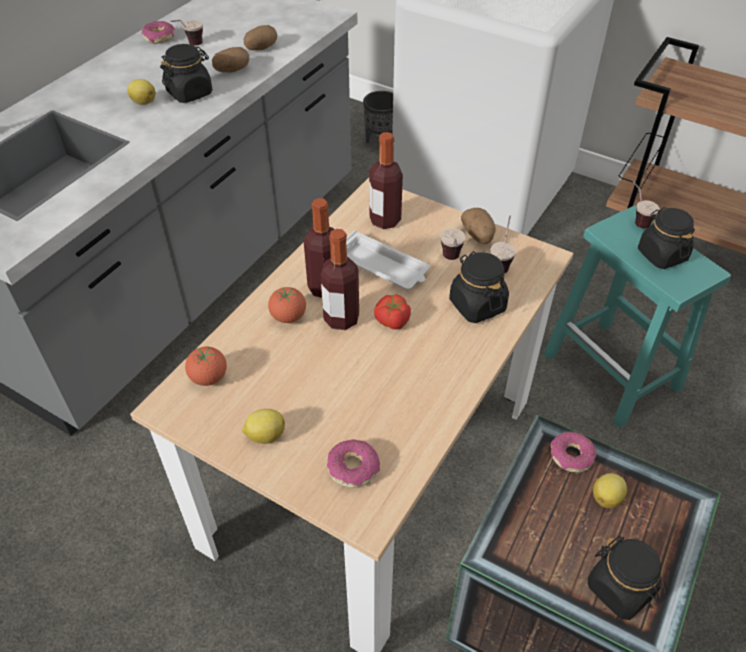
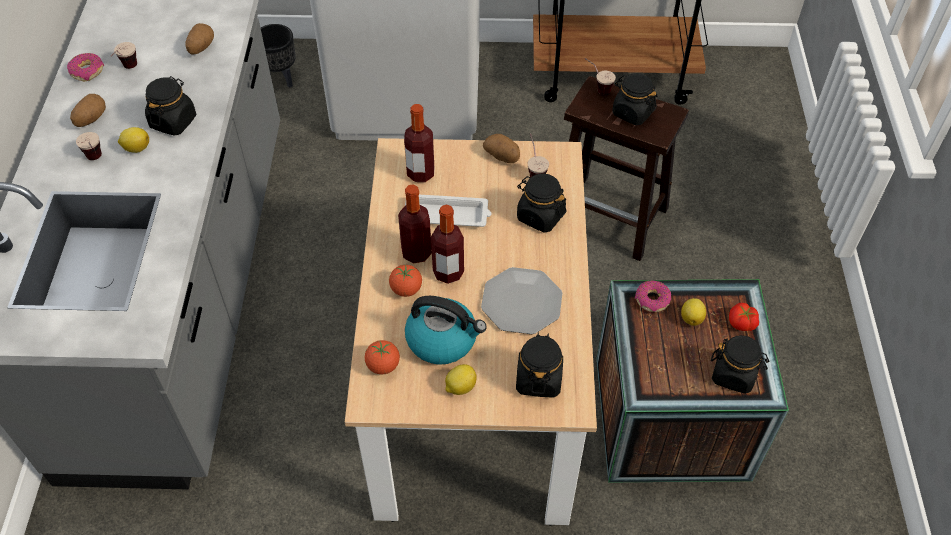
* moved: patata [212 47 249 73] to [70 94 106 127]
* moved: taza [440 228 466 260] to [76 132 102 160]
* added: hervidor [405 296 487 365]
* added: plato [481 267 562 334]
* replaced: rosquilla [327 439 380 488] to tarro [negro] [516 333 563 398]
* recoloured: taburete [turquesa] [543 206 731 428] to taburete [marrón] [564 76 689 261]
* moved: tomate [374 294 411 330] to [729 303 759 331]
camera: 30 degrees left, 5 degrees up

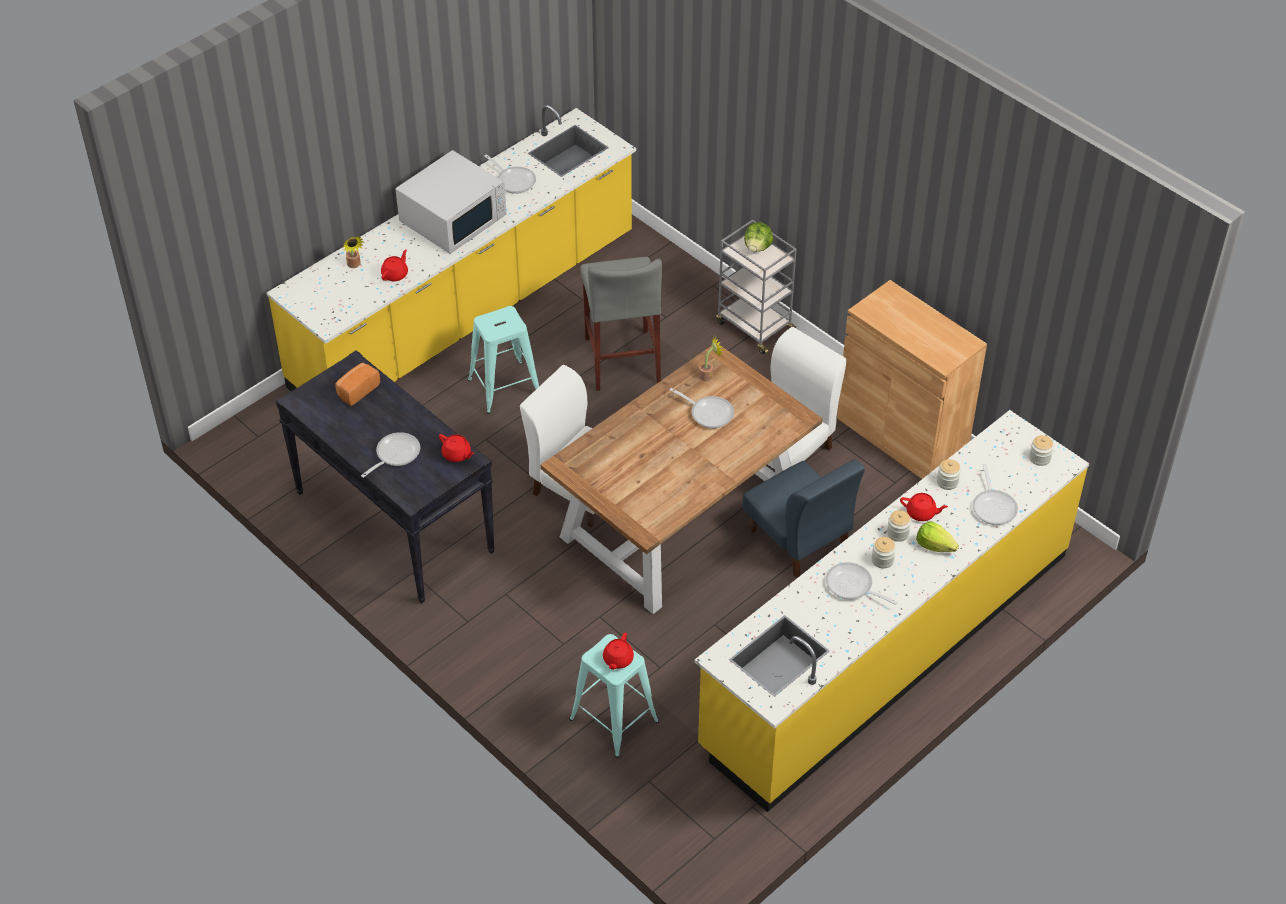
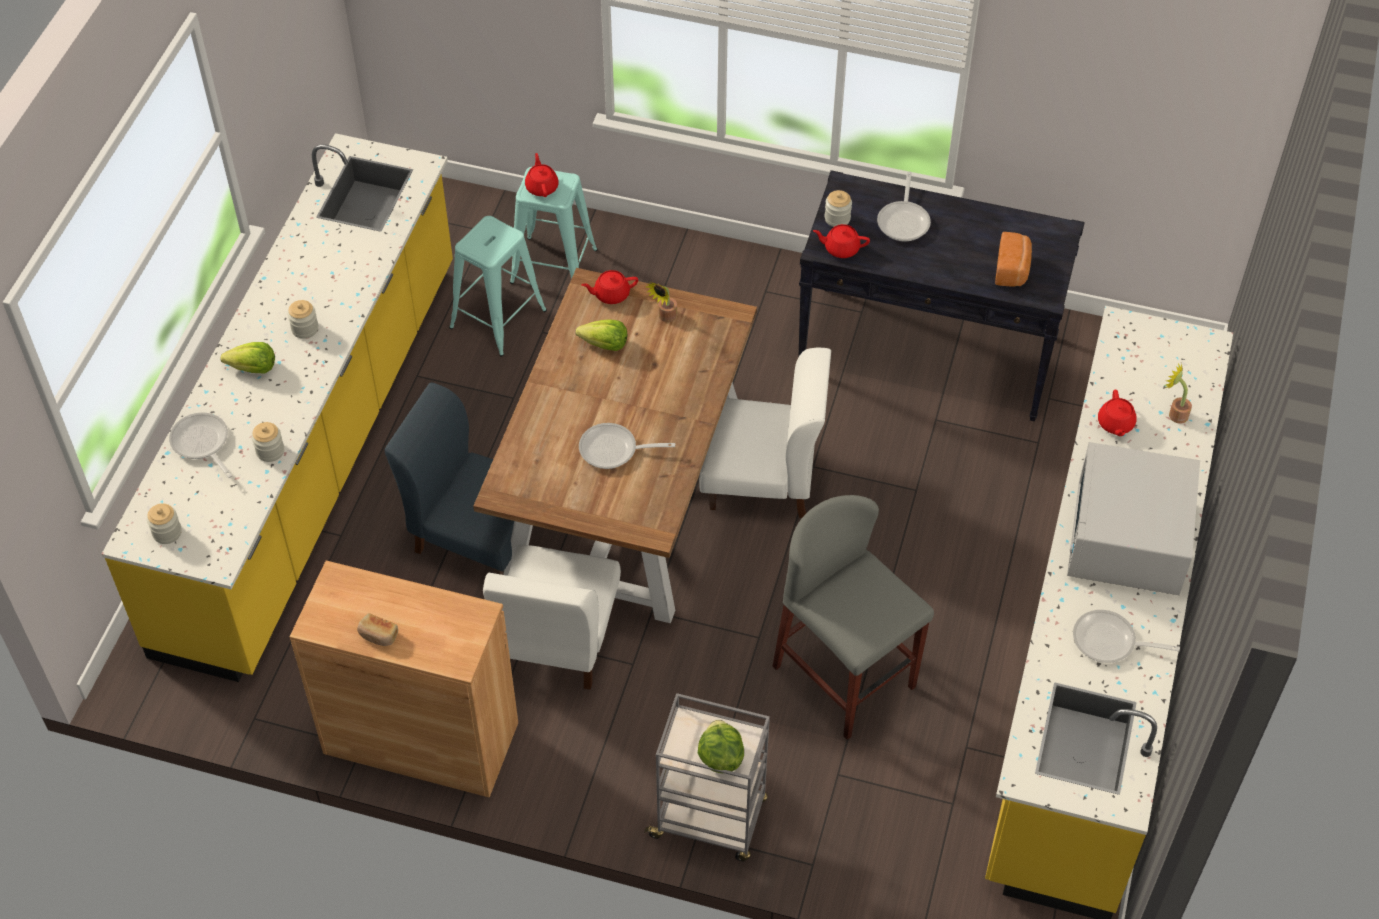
* added: pan [357 613 398 646]
* moved: taburete [turquesa] [468 306 539 414] to [449 216 547 357]
* added: lechuga [575 319 628 351]
* moved: tetera [rojo] [900 493 948 521] to [582 270 638 304]
* moved: planta en maceta [699 337 723 381] to [646 282 677 322]
* moved: tarro [887 510 911 542] to [825 190 852 227]
* removed: sartén [826 562 898 605]
camera: 150 degrees right, 5 degrees up

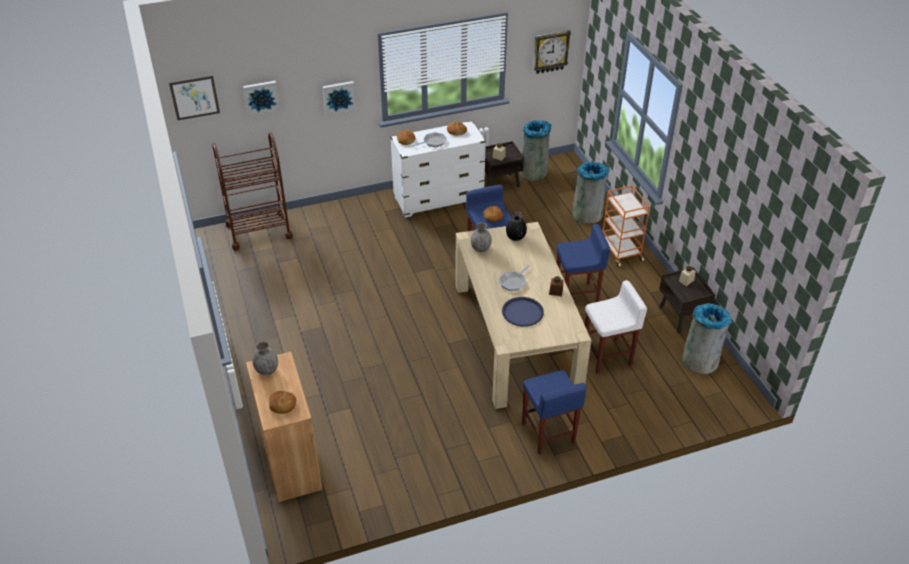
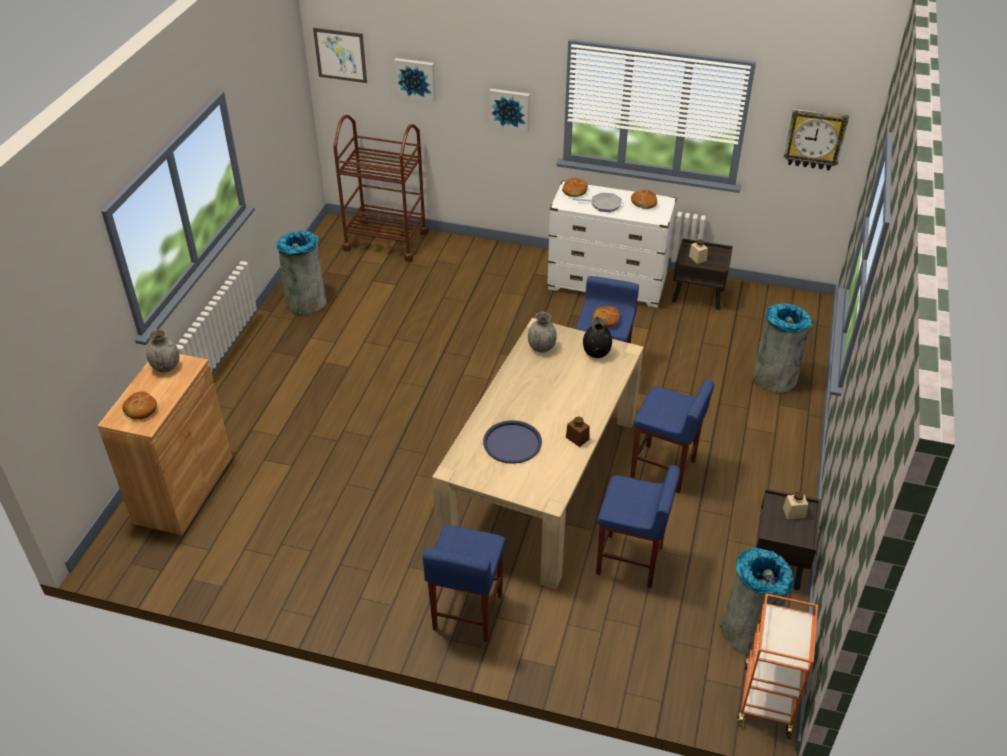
* moved: papelera [gris] [520 120 552 181] to [276 231 326 315]
* recoloured: taburete [blanco] [585 280 647 374] to taburete [azul] [596 465 680 588]
* moved: carrito [naranja] [603 185 650 267] to [738 593 818 739]
* removed: sartén [499 265 529 291]
camera: 35 degrees right, 0 degrees up

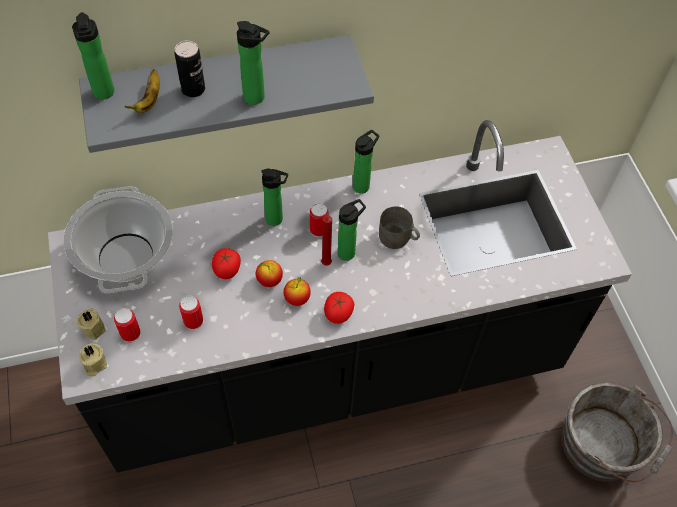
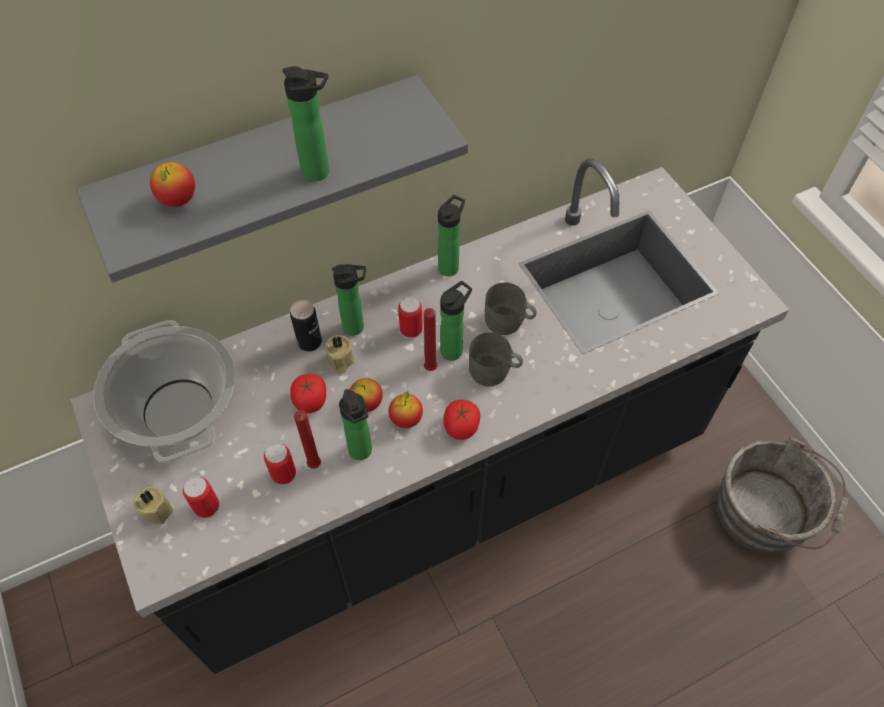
* replaced: plátano [125 69 160 113] to manzana [150 162 195 207]
* moved: lata [175 40 205 97] to [290 300 322 351]
* added: vela [rojo] [294 410 321 469]
* moved: vela [beis] [79 343 107 377] to [325 335 355 374]
* moved: botella [72 12 114 99] to [339 389 372 460]
* added: taza grande [gris] [469 332 523 386]
camera: 10 degrees left, 0 degrees up

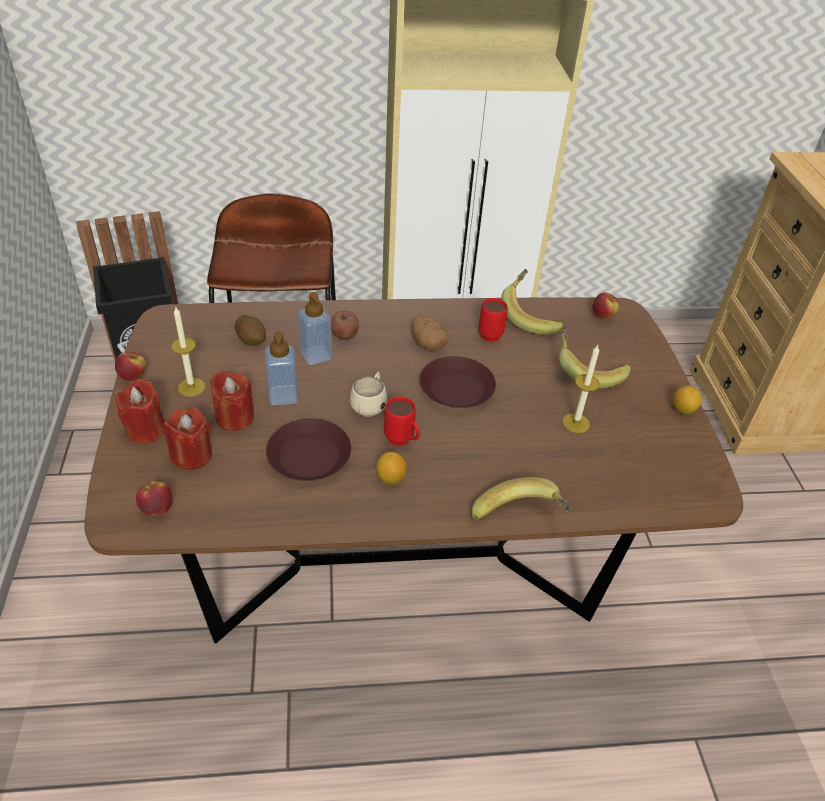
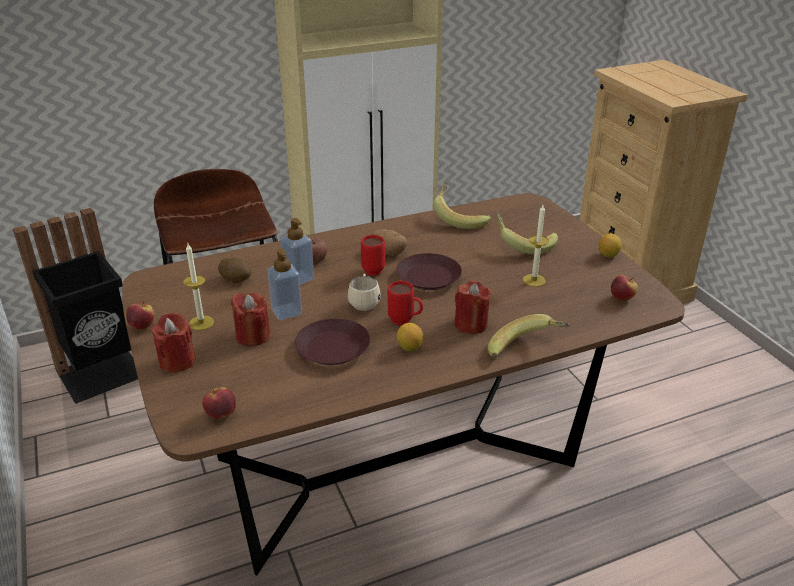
* moved: taza grande [rojo] [478 298 508 342] to [361 235 385 276]
* moved: vela [rojo] [164 407 212 470] to [454 280 491 334]
* moved: manzana [592 292 619 318] to [611 275 638 301]
camera: 15 degrees left, 10 degrees down

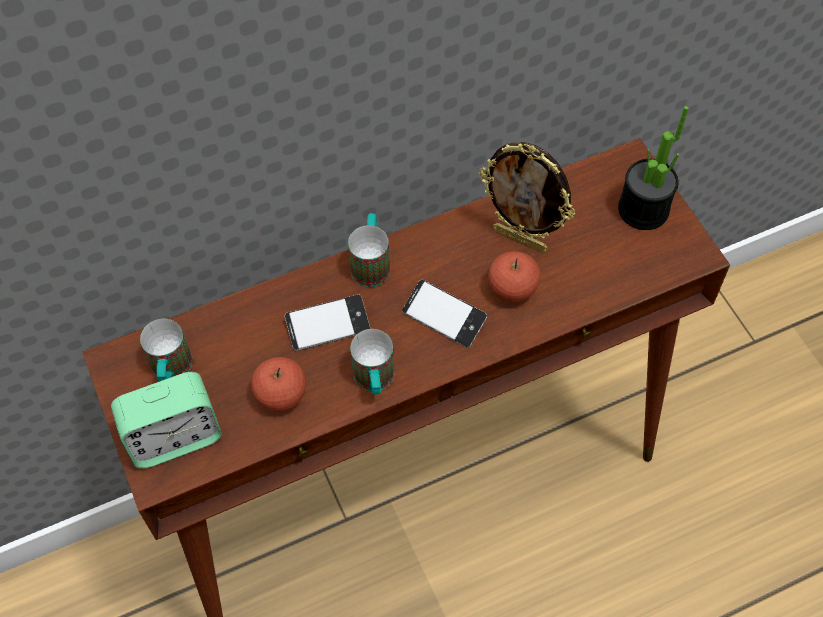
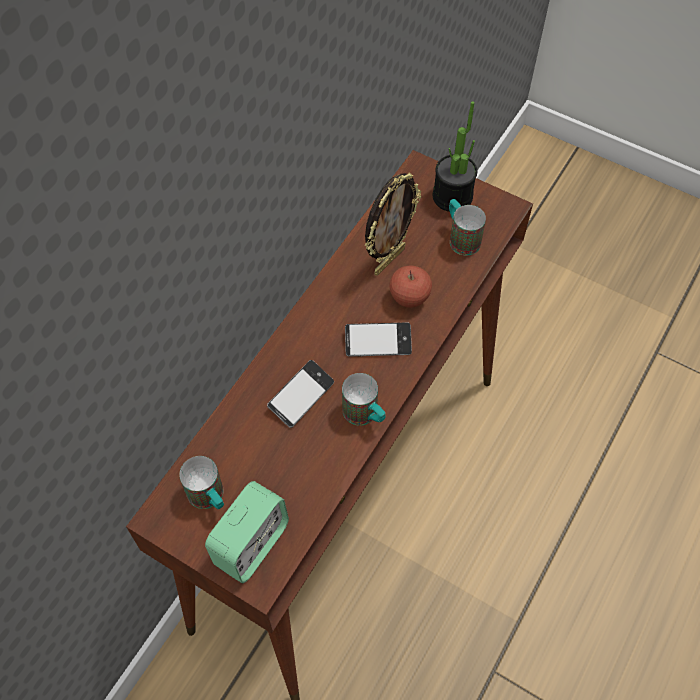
* turned: portarretratos [479 142 575 253] = [365 173 421 276] 45 degrees counterclockwise
* moved: taza grande [348 213 390 287] to [449 199 486 255]
* removed: manzana [251 357 306 412]
camera: 35 degrees left, 0 degrees up

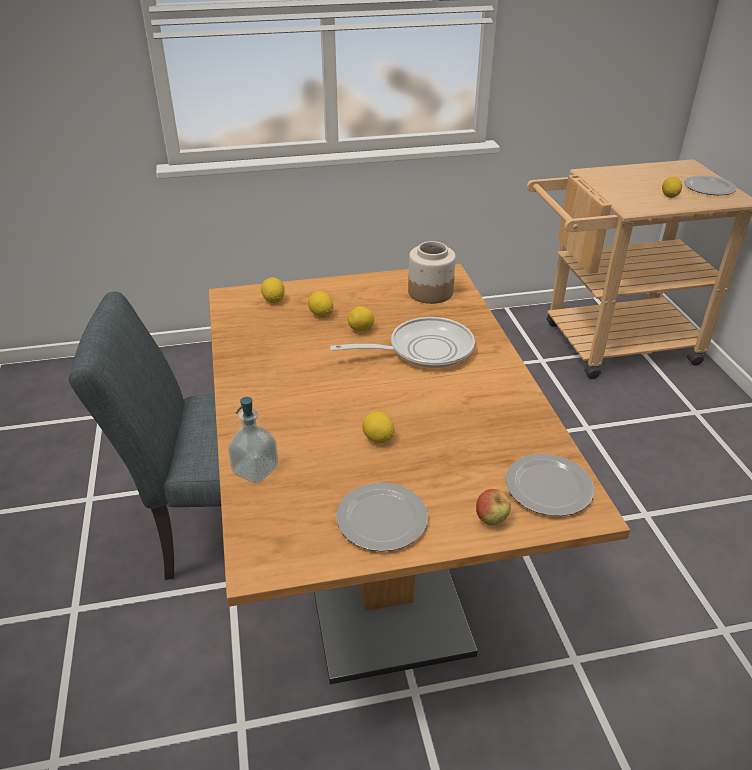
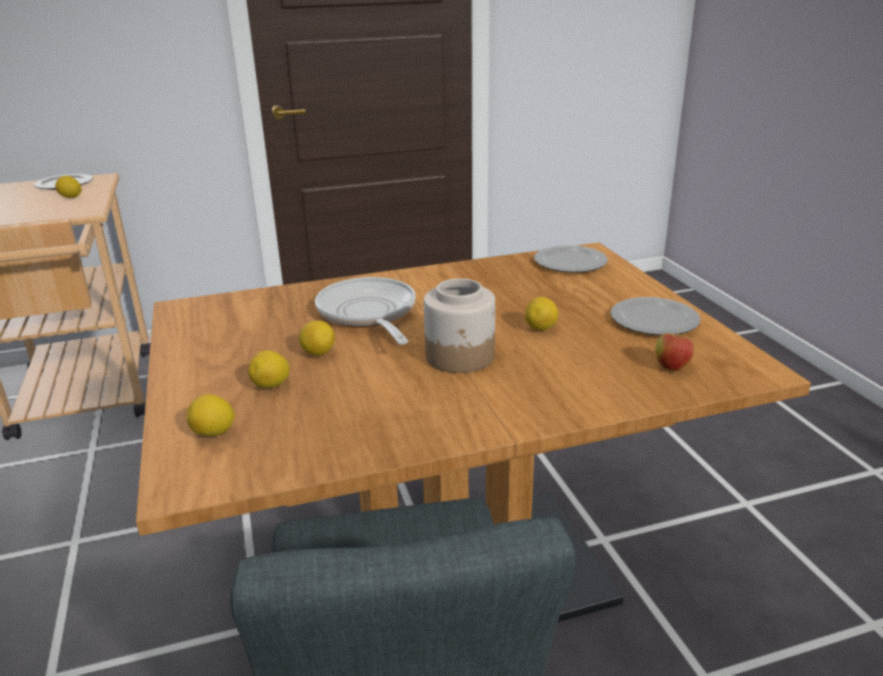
* moved: tarro [408 241 456 304] to [424 278 495 373]
* moved: manzana [476 489 511 525] to [656 329 694 372]
* removed: dispensador de jabón [228 397 278 483]
camera: 95 degrees left, 10 degrees down

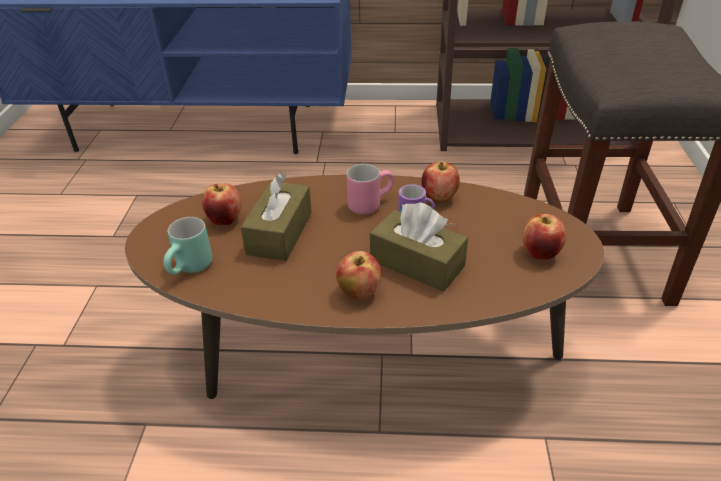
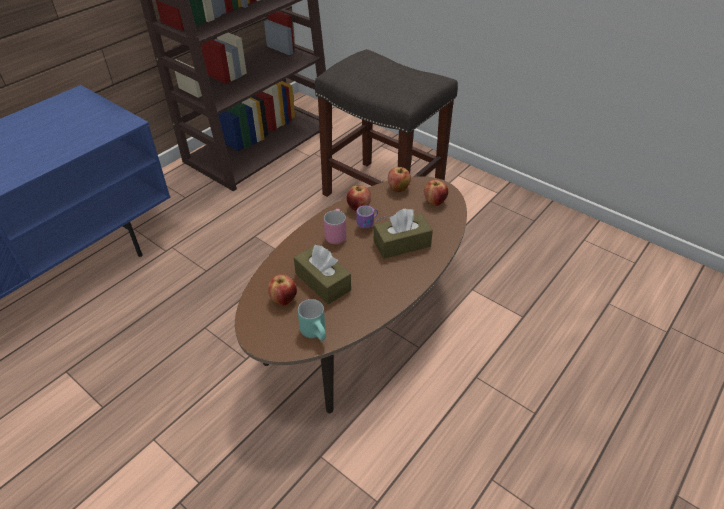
* moved: manzana [336 251 381 300] to [388 167 411 192]
camera: 55 degrees left, 5 degrees up

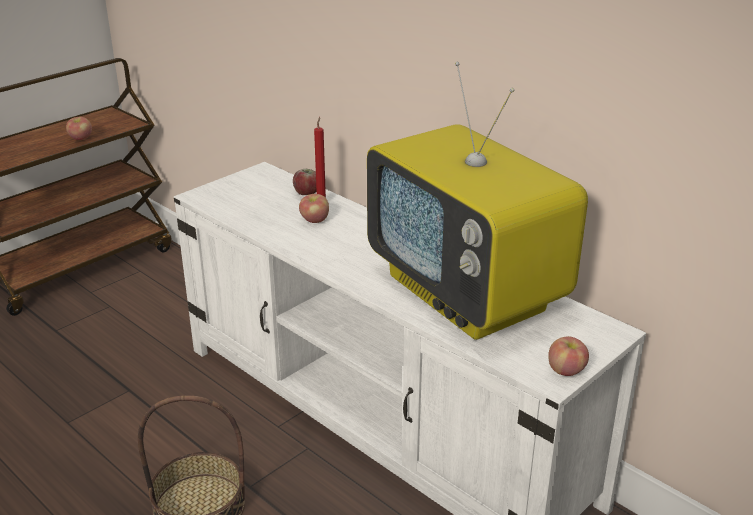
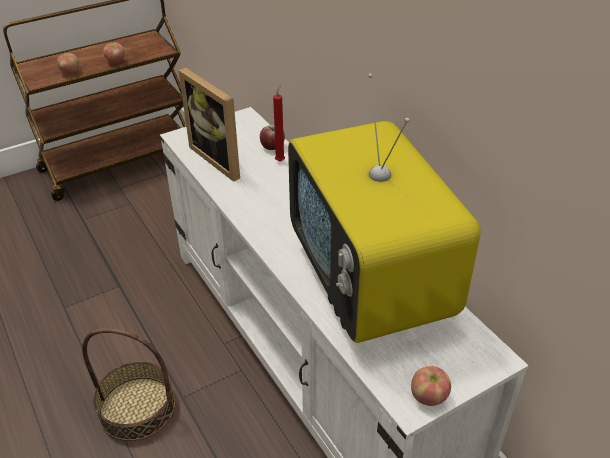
* moved: manzana [299 194 329 223] to [57 53 79 74]
* added: portarretratos [179 68 240 182]
camera: 15 degrees right, 10 degrees up

